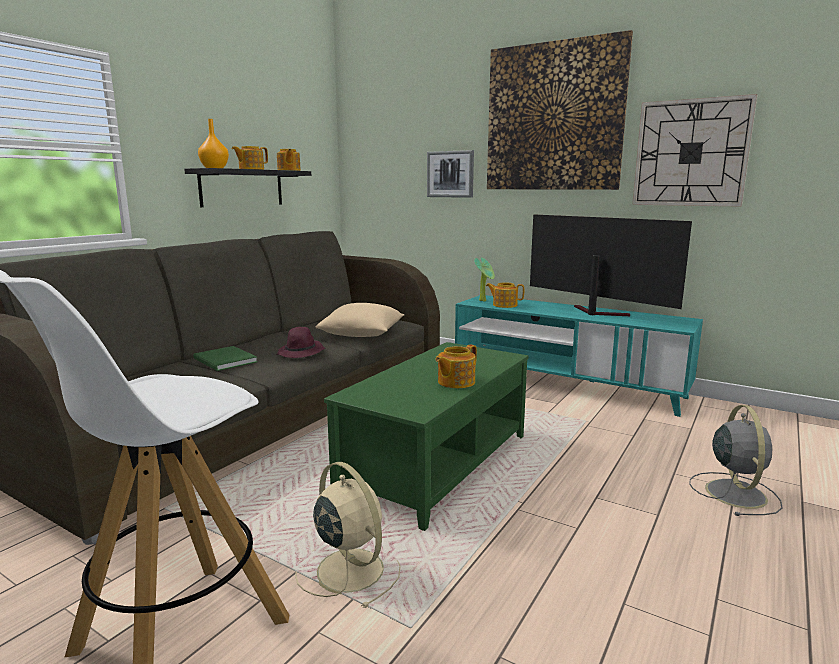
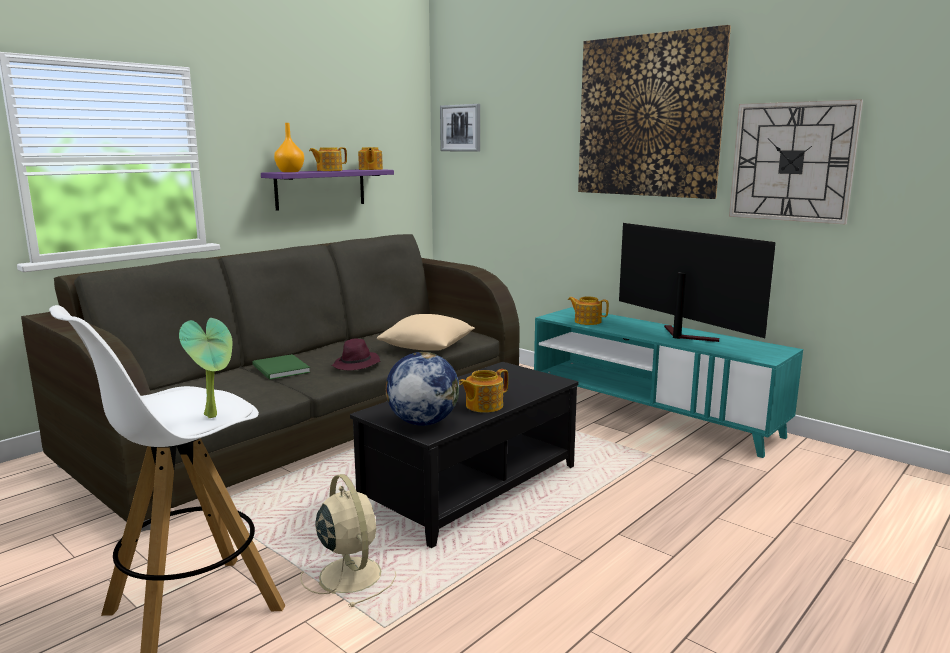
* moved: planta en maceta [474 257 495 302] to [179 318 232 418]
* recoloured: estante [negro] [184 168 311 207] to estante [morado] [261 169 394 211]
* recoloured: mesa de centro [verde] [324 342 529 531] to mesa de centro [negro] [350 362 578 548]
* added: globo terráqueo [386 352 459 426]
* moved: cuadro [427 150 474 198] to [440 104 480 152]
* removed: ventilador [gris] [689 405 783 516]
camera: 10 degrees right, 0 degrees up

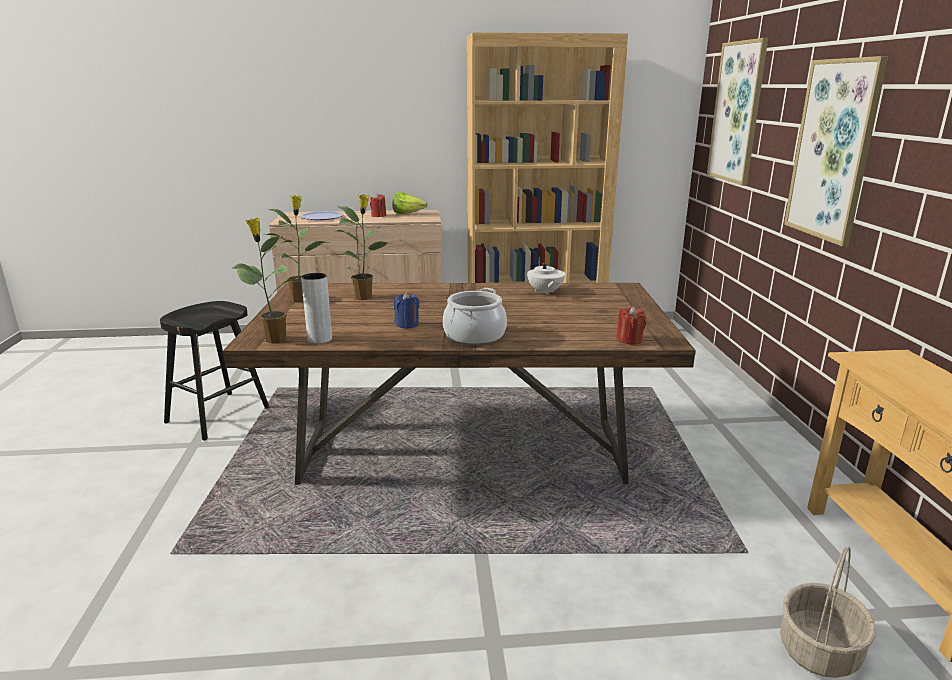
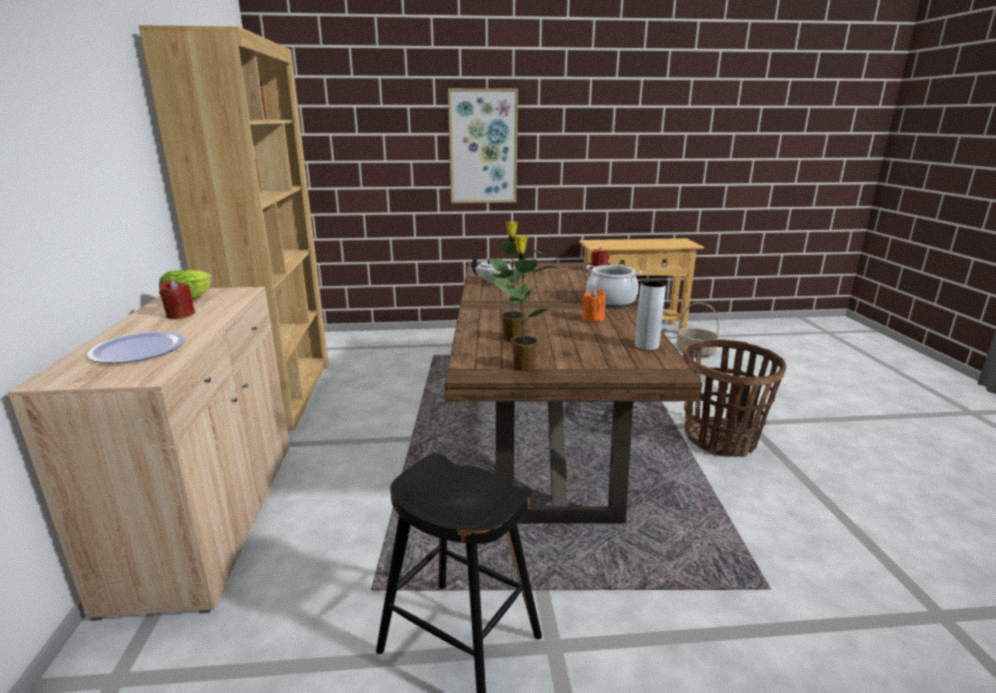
* recoloured: vela [azul] [394 292 419 329] to vela [naranja] [582 289 606 323]
* added: cesta [683 339 786 457]
* removed: planta en maceta [232 218 294 343]
* removed: cuadro [707 38 768 185]
camera: 90 degrees left, 0 degrees up

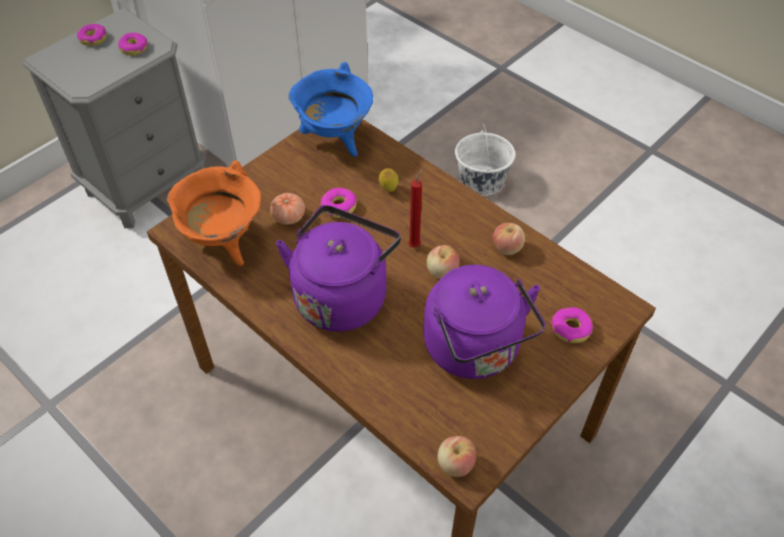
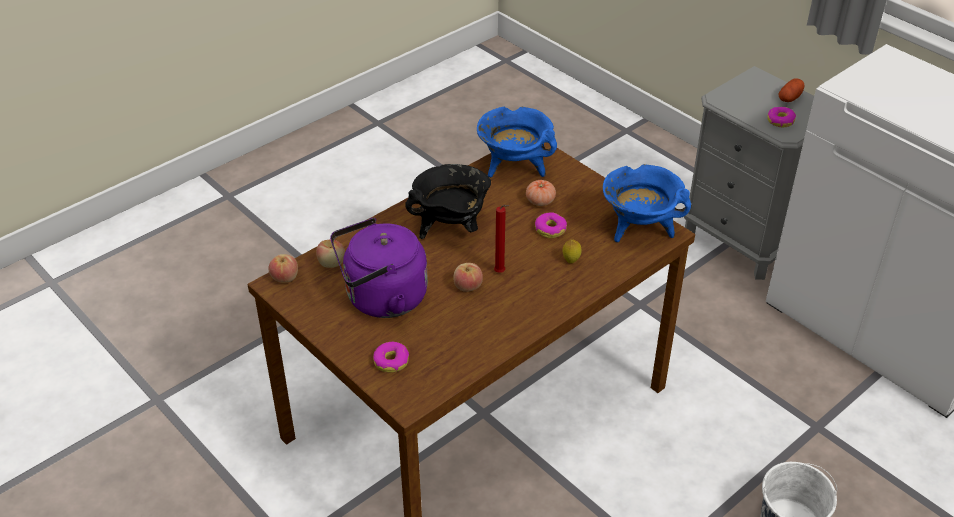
* moved: manzana [493 223 525 255] to [316 240 345 268]
* replaced: hervidor [morado] [276 205 401 332] to olla [negro] [405 164 491 239]
* recoloured: olla [naranja] [167 161 261 266] to olla [azul] [477 106 557 177]
* replaced: rosquilla [77 24 107 46] to patata [778 78 804 102]
camera: 95 degrees right, 10 degrees down

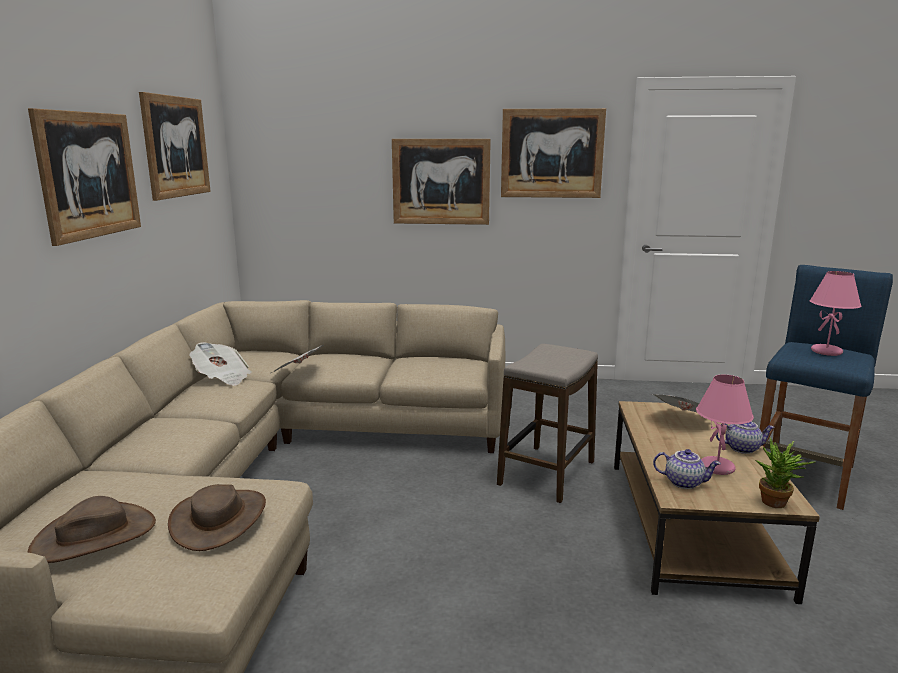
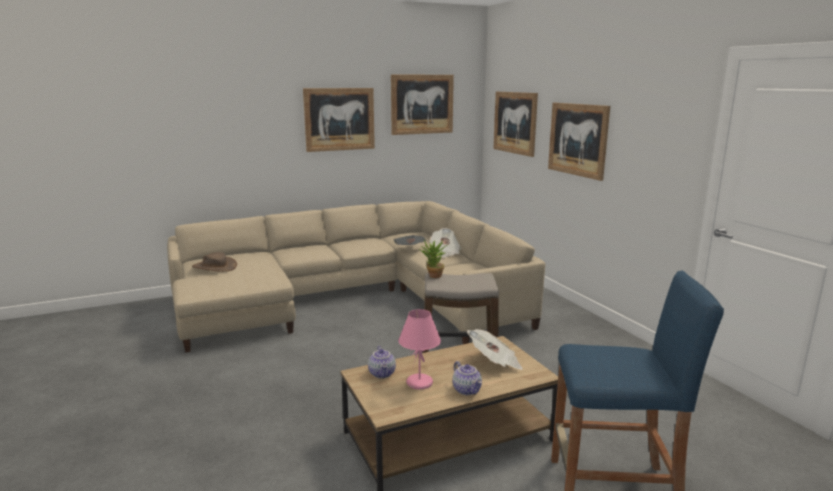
* moved: planta en maceta [756 437 815 508] to [419 240 448 278]
* moved: periódico [189 342 252 386] to [429 228 461 257]
* moved: cuadro [501 108 606 198] to [493 92 538 157]
* removed: sombrero [marrón] [168 484 266 551]
* removed: lámpara de mesa [rosa] [810 271 861 356]
camera: 60 degrees right, 0 degrees up

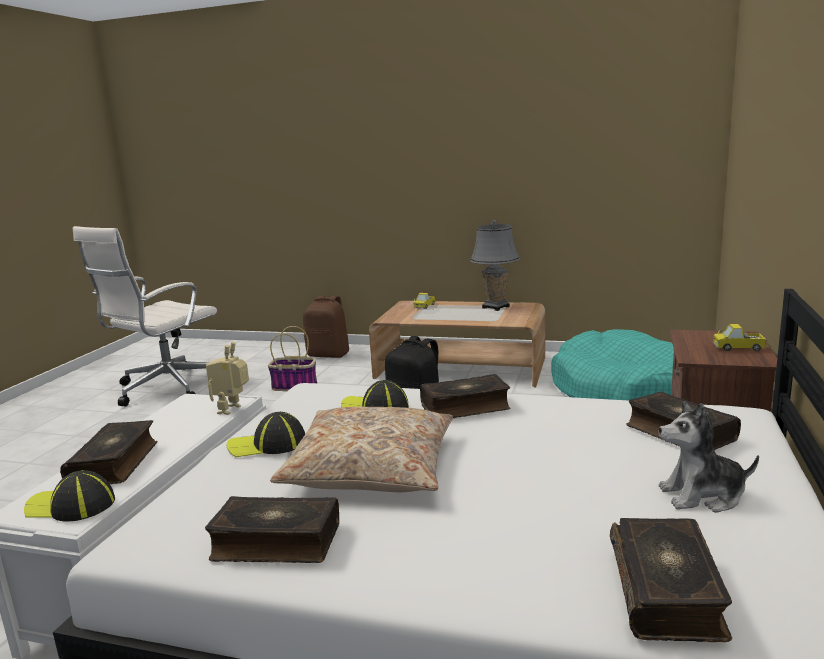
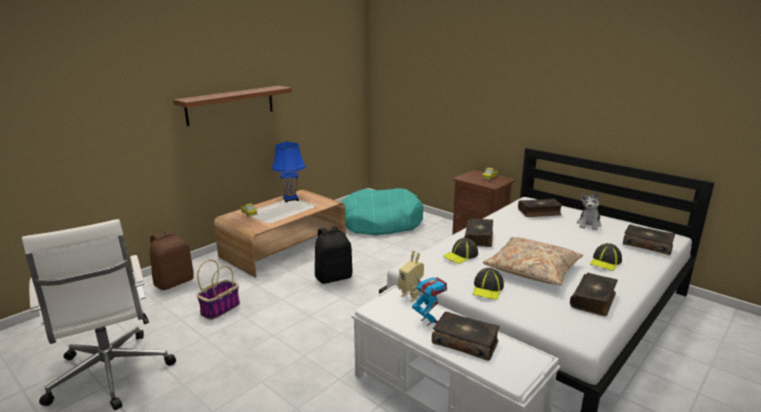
* added: estante [173 86 292 126]
* recoloured: lámpara de mesa [gris] [470 220 520 311] to lámpara de mesa [azul] [271 141 306 202]
* added: robot de juguete [412 274 447 326]
* moved: gorra [24 470 115 521] to [590 243 622 271]
camera: 65 degrees left, 5 degrees up

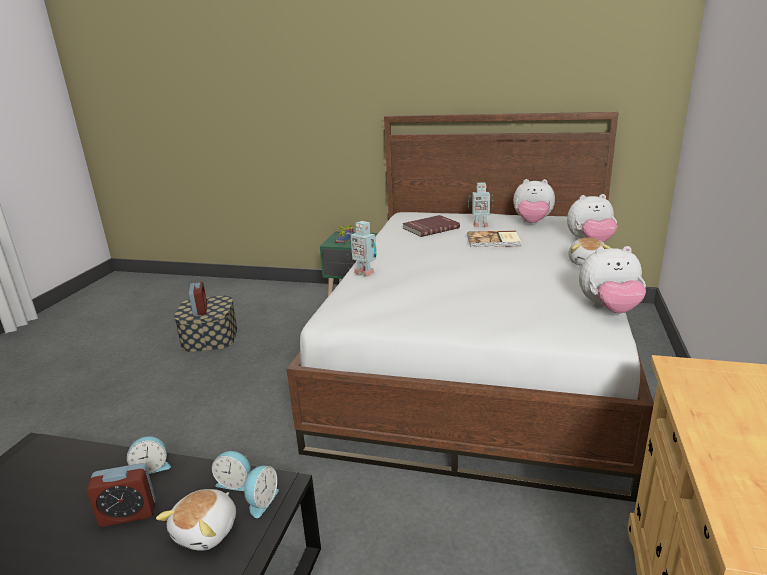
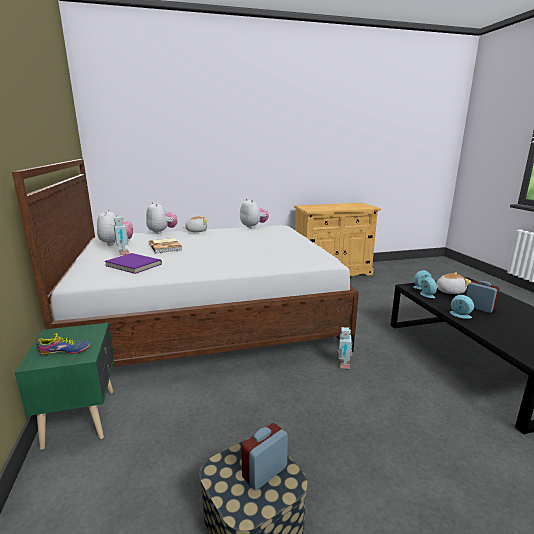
* recoloured: libro [rojo] [402 215 460 237] to libro [morado] [105 253 162 274]
* moved: robot de juguete [351 221 377 277] to [336 327 352 369]
camera: 120 degrees left, 5 degrees down

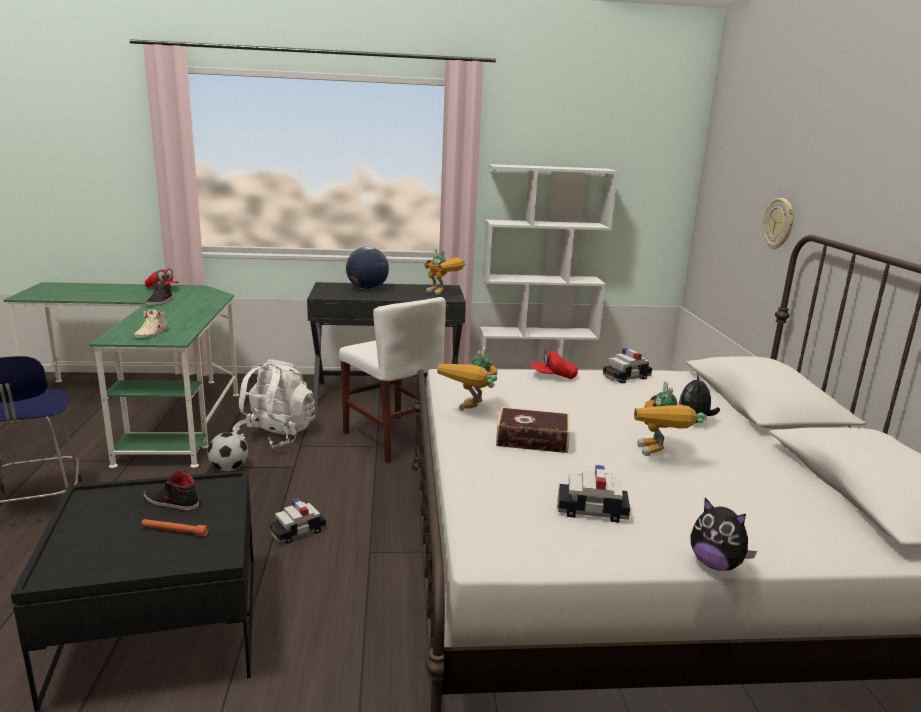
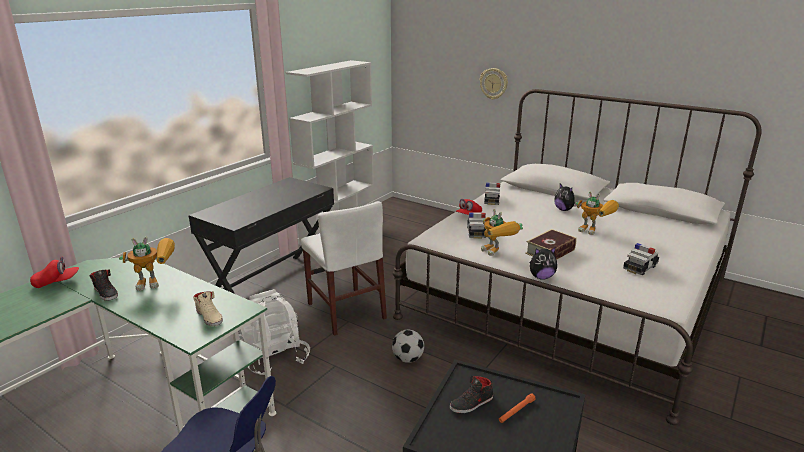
* moved: robot de juguete [424 249 466 295] to [119 237 175 291]
* turned: silla [blanco] [339 297 446 463] = [301 201 387 336] 60 degrees clockwise
* moved: balón de fútbol [207 432 248 471] to [392 330 424 363]
* moved: coche de juguete [270 498 326 544] to [467 212 486 239]
* moved: peluche [690 498 757 570] to [530 247 557 280]
* removed: globo terráqueo [346 247 389 290]
camera: 50 degrees left, 5 degrees up

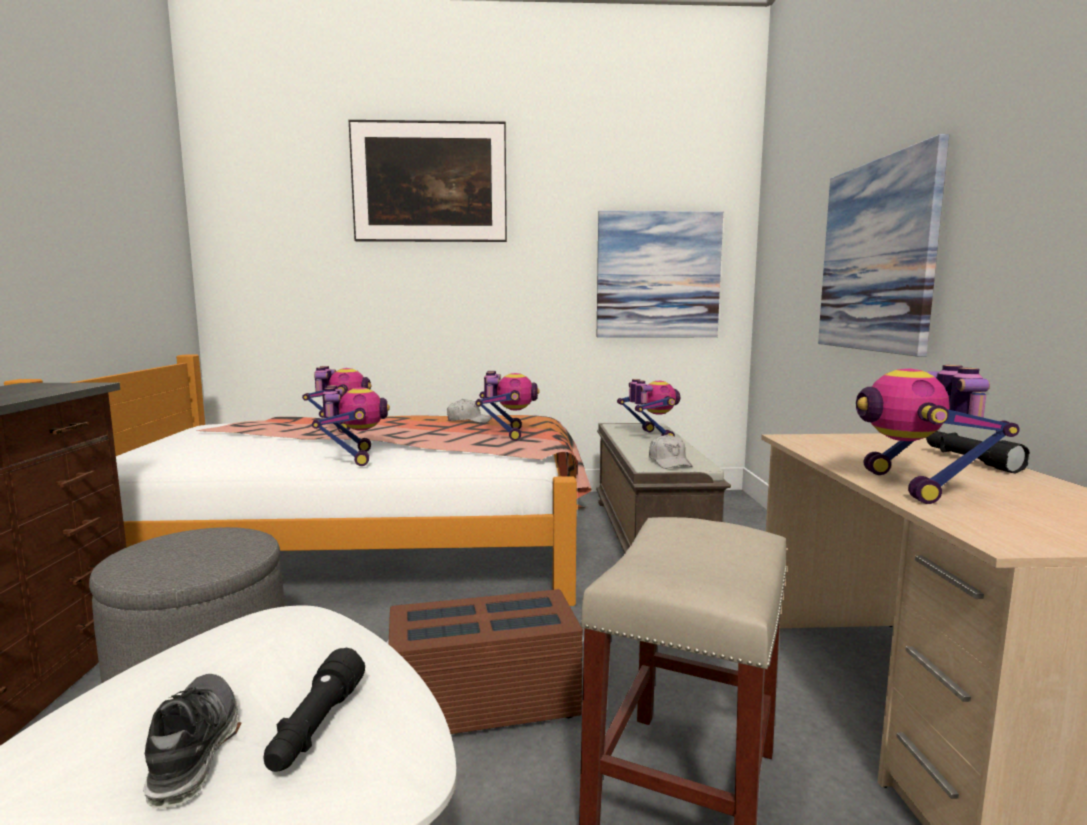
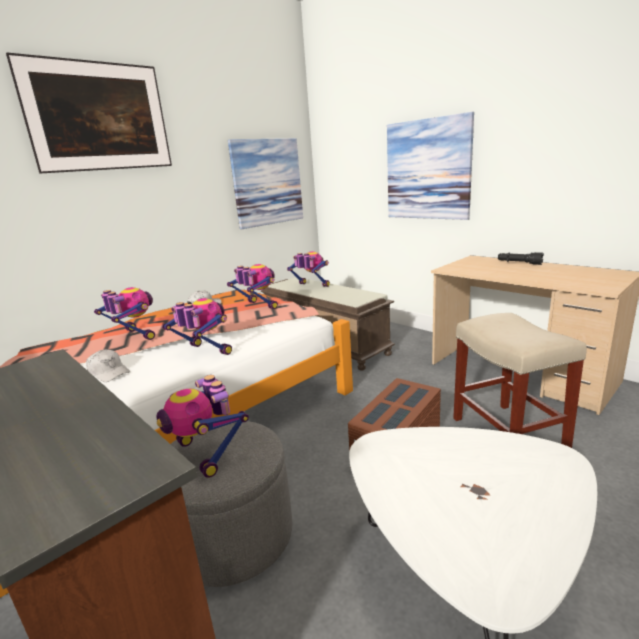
* moved: gorra [blanco] [649 434 693 469] to [86 350 130 382]
* moved: robot de juguete [856 365 1020 504] to [156 375 249 478]
* removed: zapato [143 674 239 808]
* removed: linterna [negro] [264 648 365 772]
camera: 40 degrees left, 10 degrees up

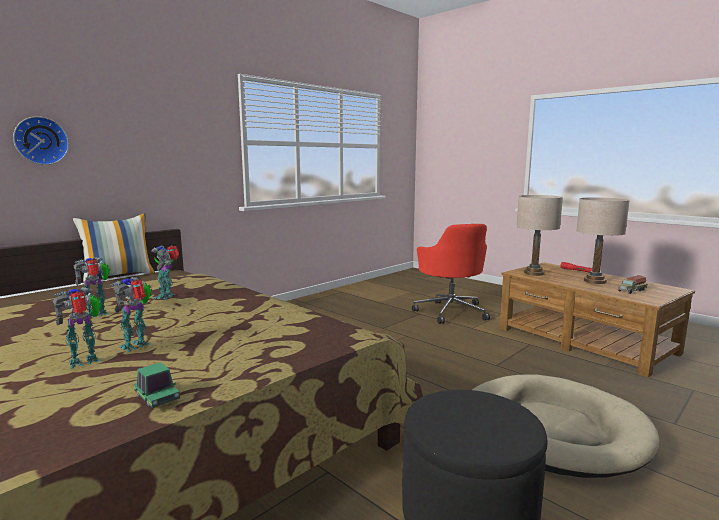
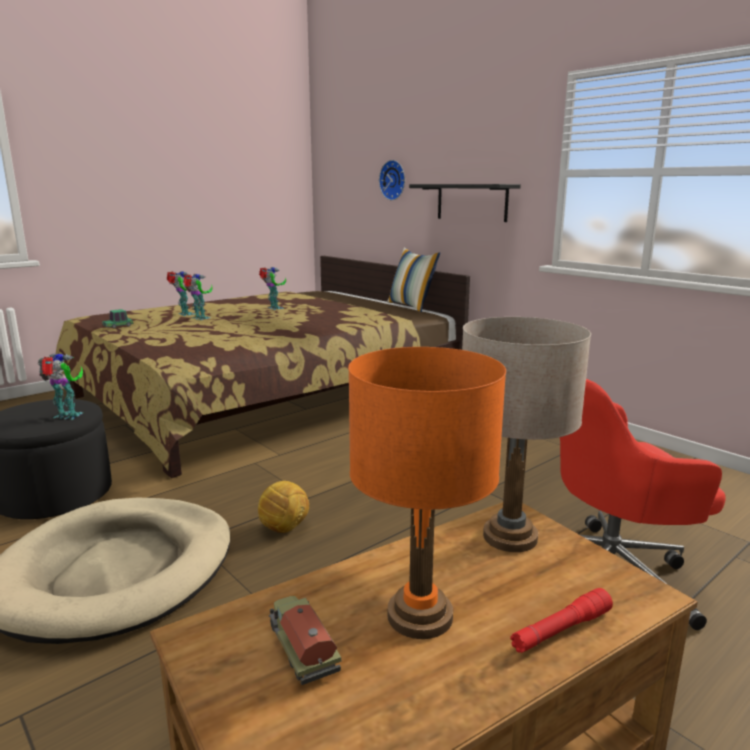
* moved: robot de juguete [151 245 179 300] to [37 353 83 420]
* added: balón de fútbol [258 481 309 533]
* recoloured: lámpara de mesa [beis] [576 197 630 284] to lámpara de mesa [naranja] [348 347 506 639]
* added: estante [negro] [409 184 521 222]
camera: 95 degrees right, 5 degrees up

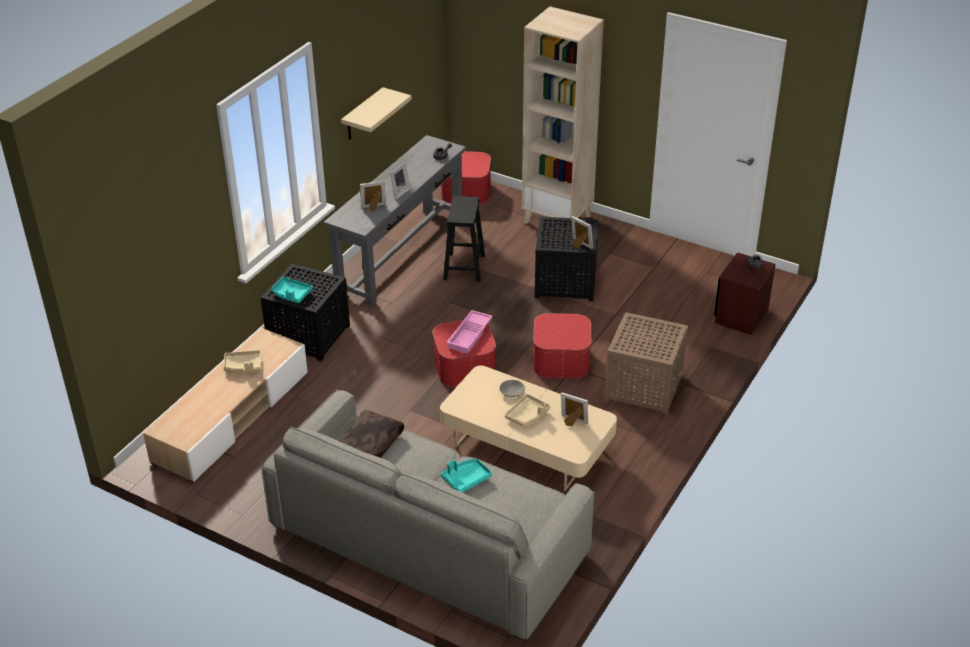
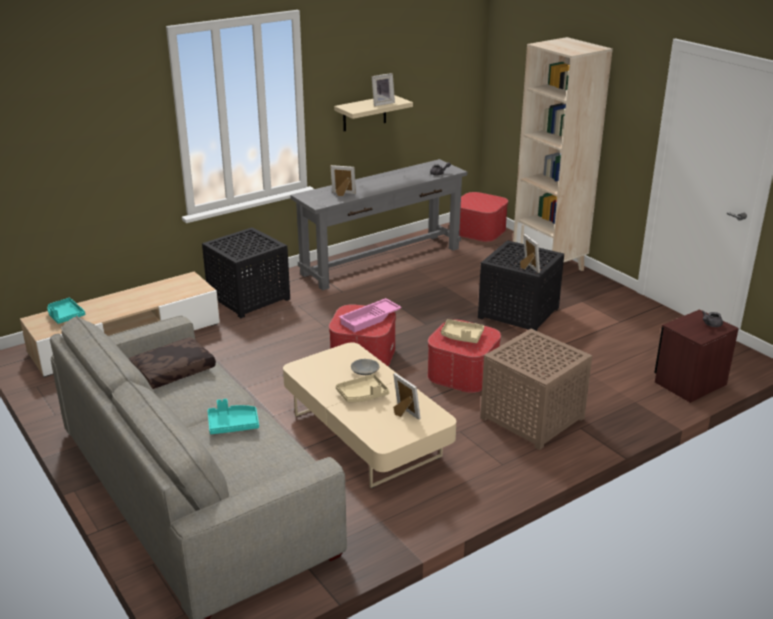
* moved: bandeja [turquesa] [272 277 313 303] to [48 298 86 324]
* moved: portarretratos [390 162 410 199] to [372 73 395 106]
* moved: bandeja [beis] [224 350 261 373] to [441 319 484 343]
* removed: taburete [negro] [443 196 485 282]
camera: 25 degrees right, 10 degrees down

